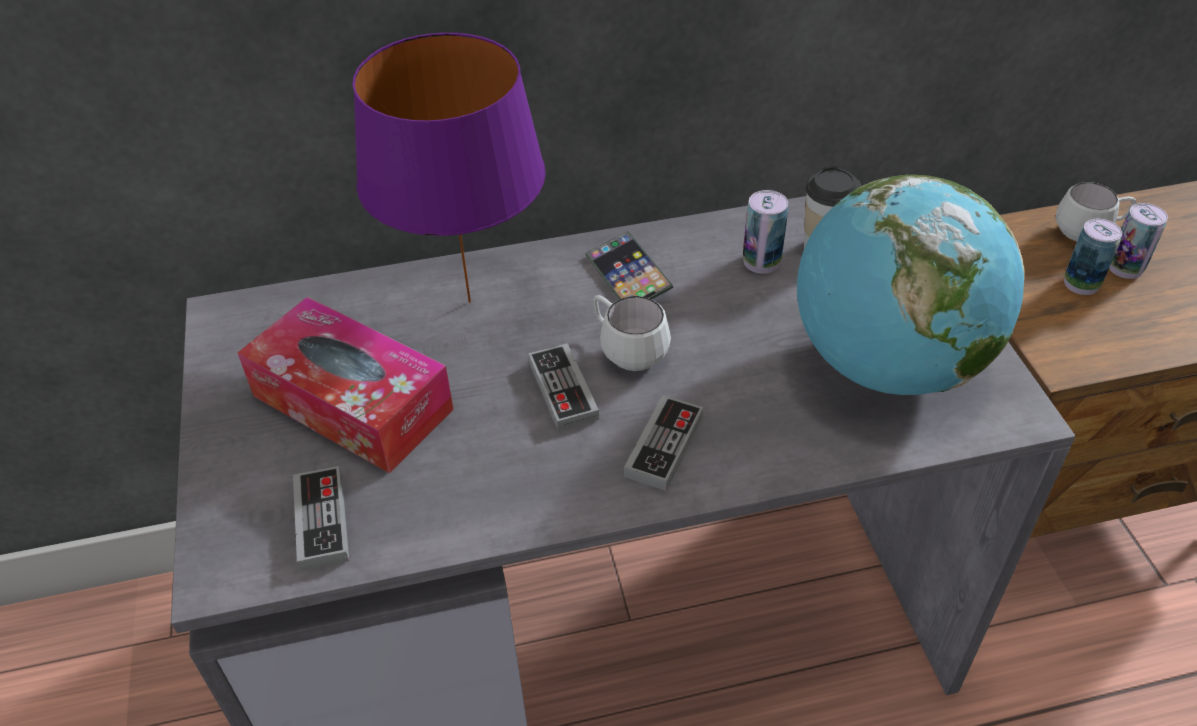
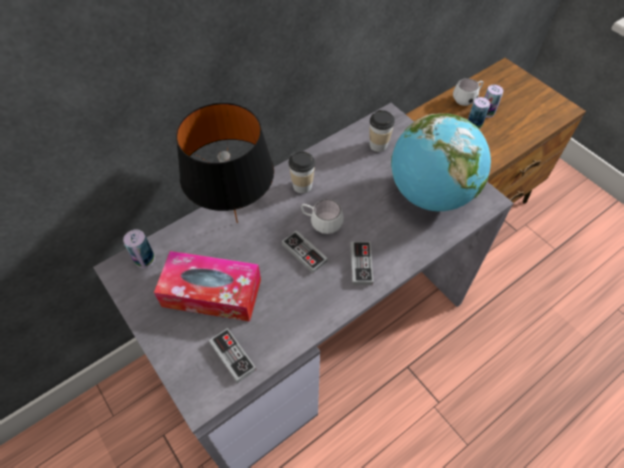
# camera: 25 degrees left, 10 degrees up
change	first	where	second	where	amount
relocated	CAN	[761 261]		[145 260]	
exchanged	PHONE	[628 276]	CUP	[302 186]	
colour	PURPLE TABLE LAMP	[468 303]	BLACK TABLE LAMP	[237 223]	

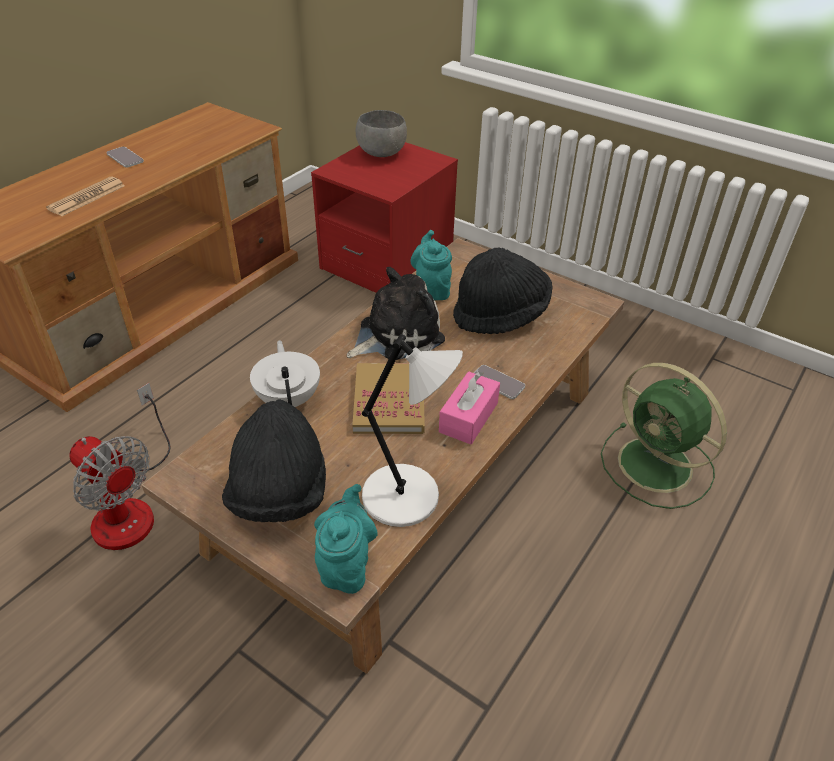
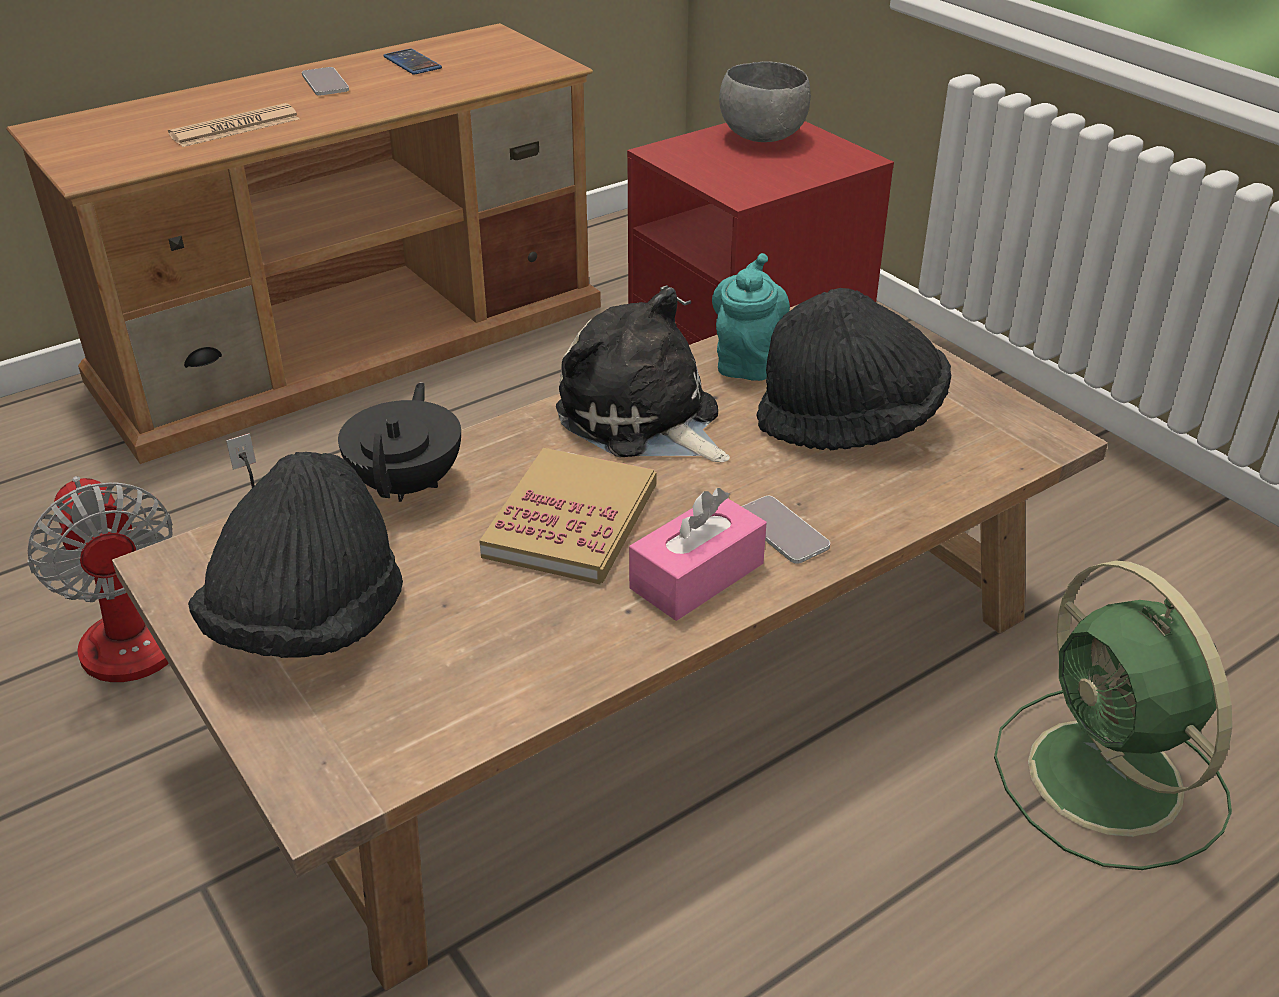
# camera: 20 degrees right, 5 degrees down
change	first	where	second	where	amount
missing	TURQUOISE TEAPOT	[346 565]			
missing	WHITE TABLE LAMP	[405 497]			
appeared			PHONE	[412 63]	
colour	WHITE TEAPOT	[289 399]	BLACK TEAPOT	[408 483]	
spun	PLUSH TOY	[396 334]		[643 420]	120 degrees counterclockwise

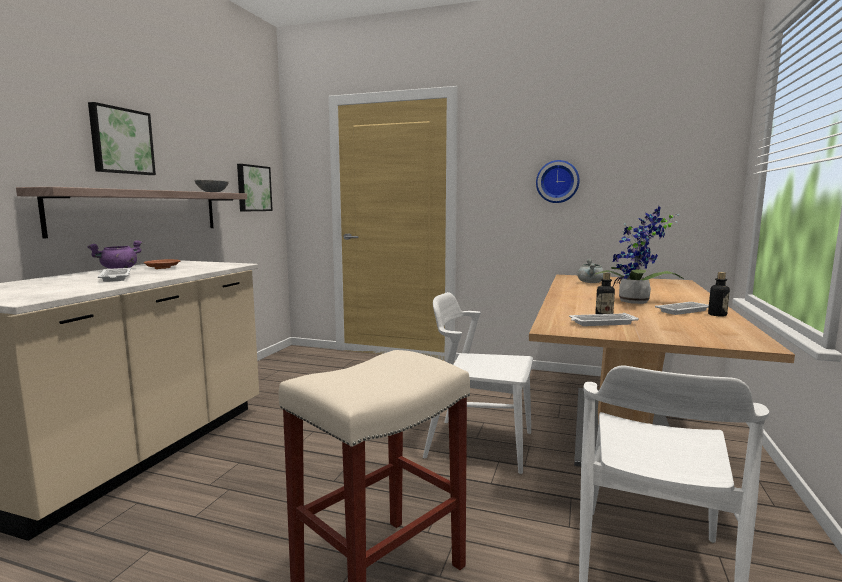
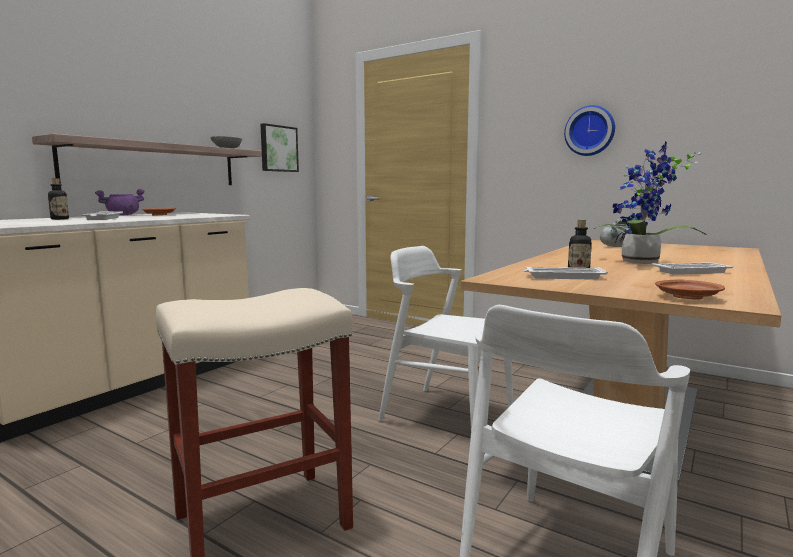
# camera: 15 degrees right, 0 degrees up
change	first	where	second	where	amount
missing	PICTURE	[121 141]			
appeared			BROWN PLATE	[688 297]	
relocated	BOTTLE	[717 315]		[60 219]	

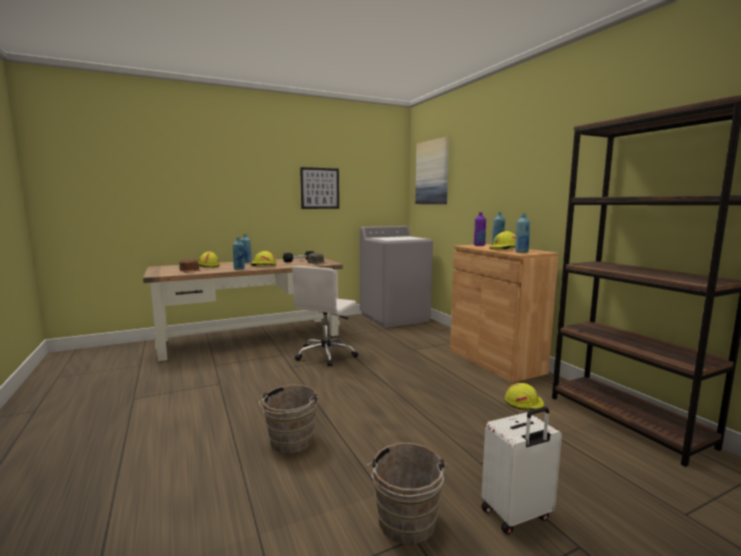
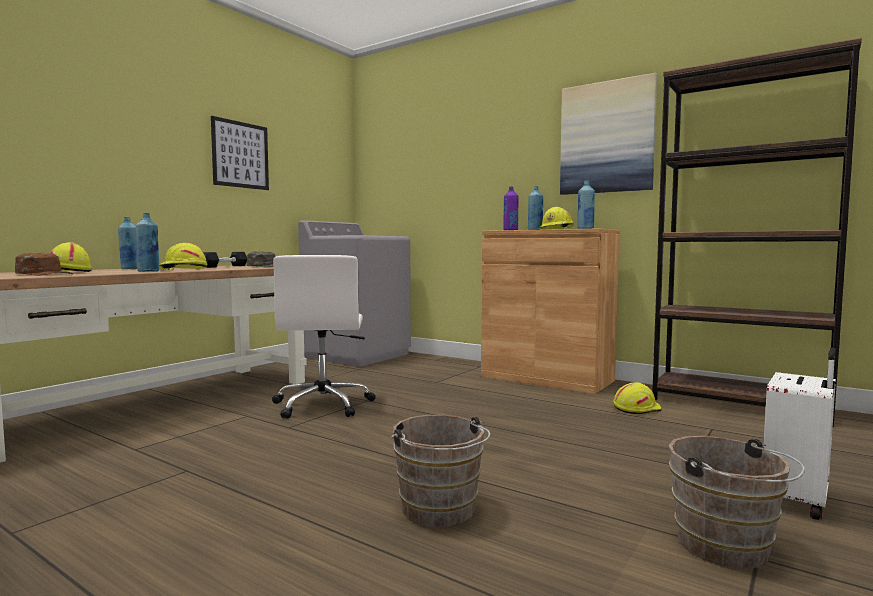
# camera: 30 degrees left, 5 degrees down
change	first	where	second	where	amount
relocated	PICTURE	[432 172]		[606 138]	

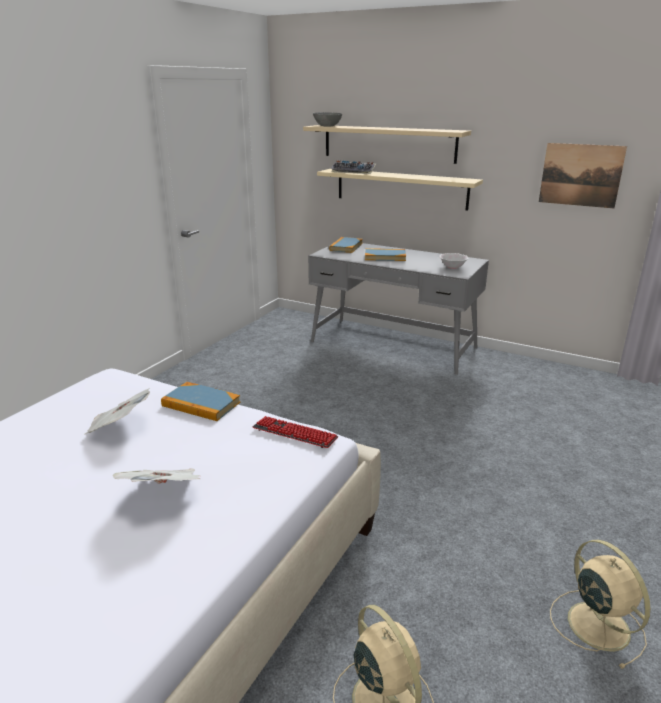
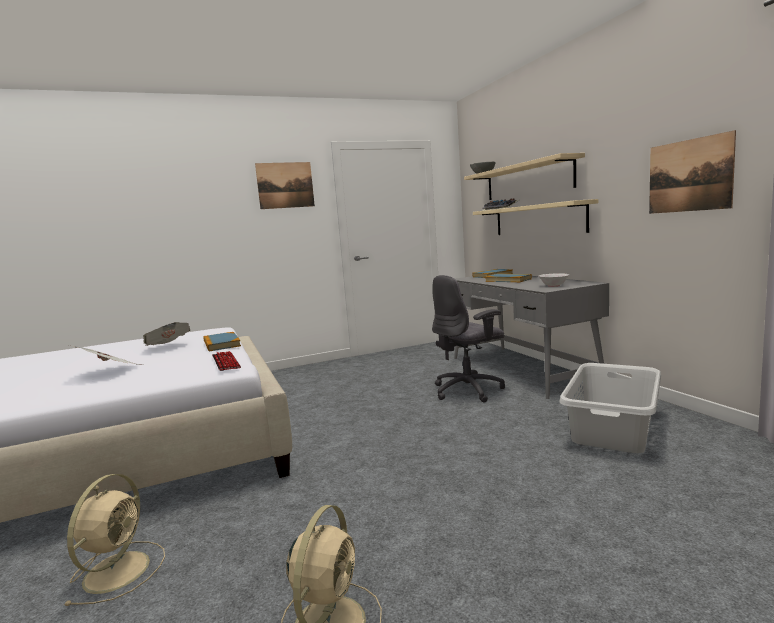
# camera: 40 degrees right, 15 degrees down
change	first	where	second	where	amount
appeared			PICTURE	[285 185]	
appeared			GREY OFFICE CHAIR	[469 390]	
appeared			GREY LAUNDRY BASKET	[613 428]	

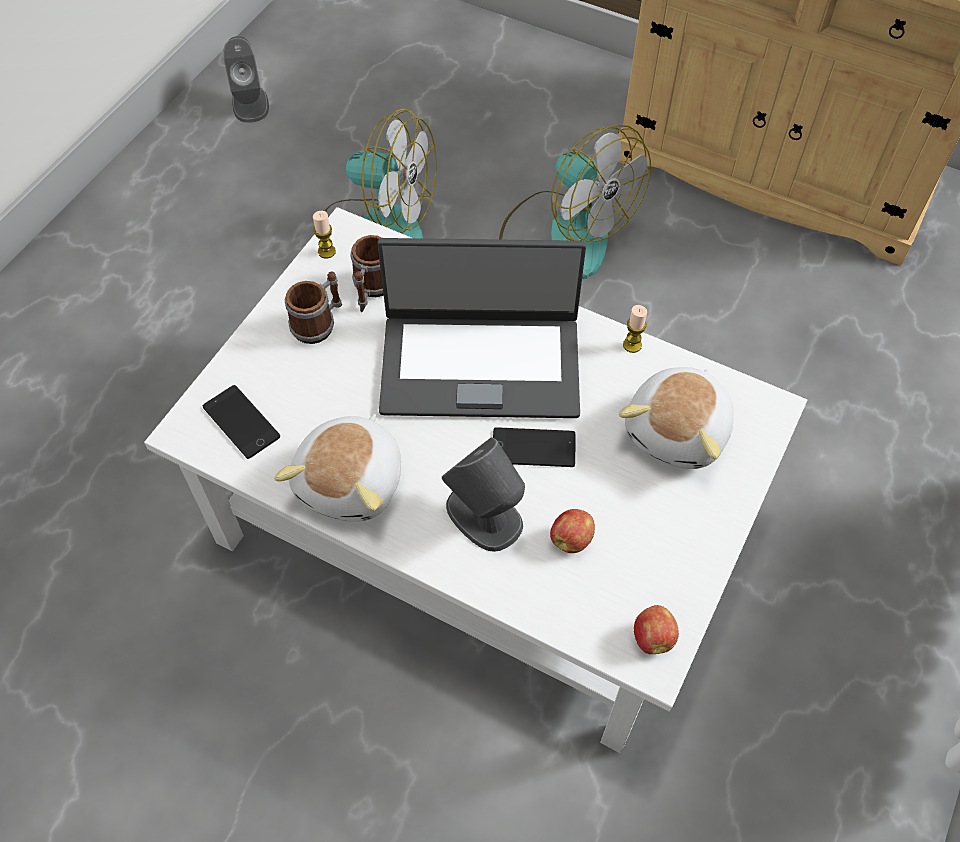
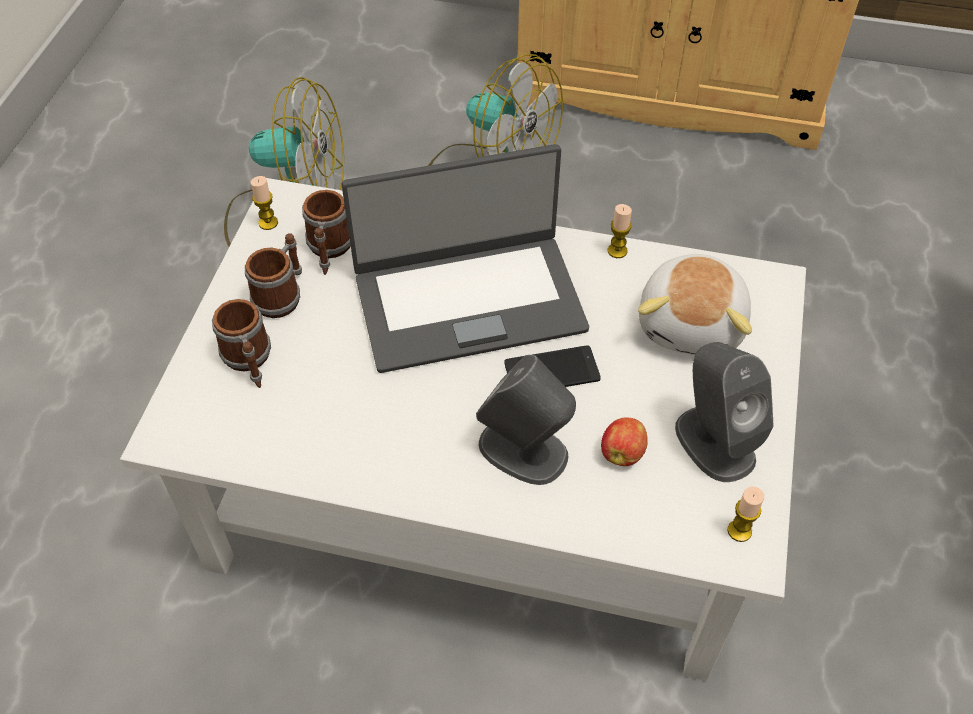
# camera: 15 degrees left, 5 degrees down
change	first	where	second	where	amount
missing	PHONE	[241 422]			
missing	PLUSH TOY	[353 482]			
appeared			MUG	[249 361]	
relocated	GREY SPEAKER	[250 104]		[714 442]	
exchanged	APPLE	[652 637]	CANDLE	[739 531]	

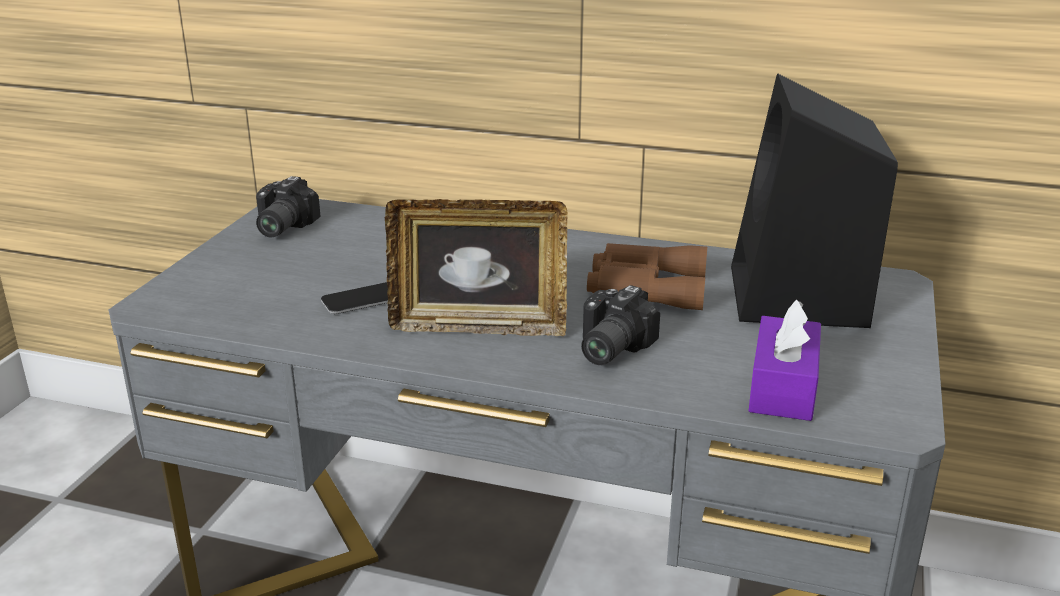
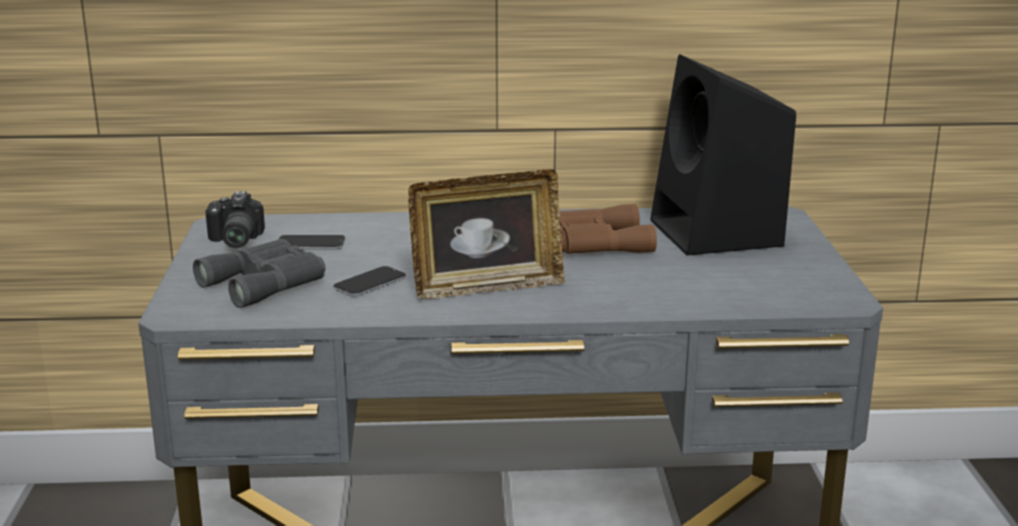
# camera: 20 degrees left, 5 degrees down
change	first	where	second	where	amount
missing	PHOTO CAMERA	[607 348]			
missing	PURPLE TISSUE BOX	[783 387]			
appeared			GREY BINOCULARS	[268 282]	
appeared			PHONE	[310 244]	

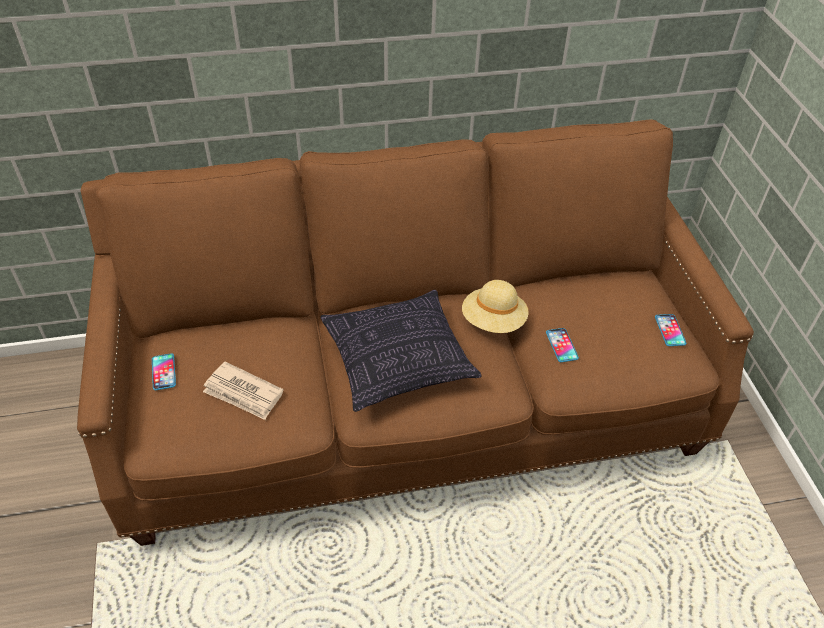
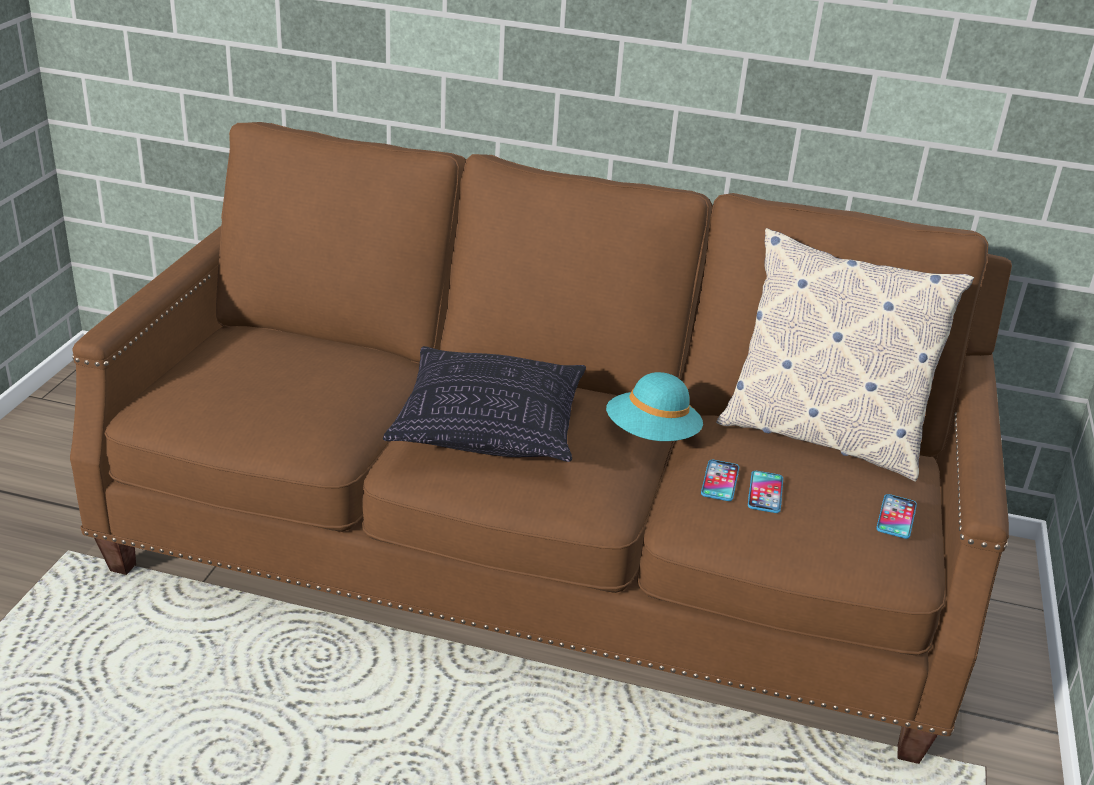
# camera: 25 degrees right, 15 degrees down
change	first	where	second	where	amount
missing	NEWSPAPER	[243 393]			
appeared			PILLOW	[821 435]	
relocated	PHONE	[163 372]		[765 493]	
colour	BEIGE HAT	[493 321]	TURQUOISE HAT	[652 436]	

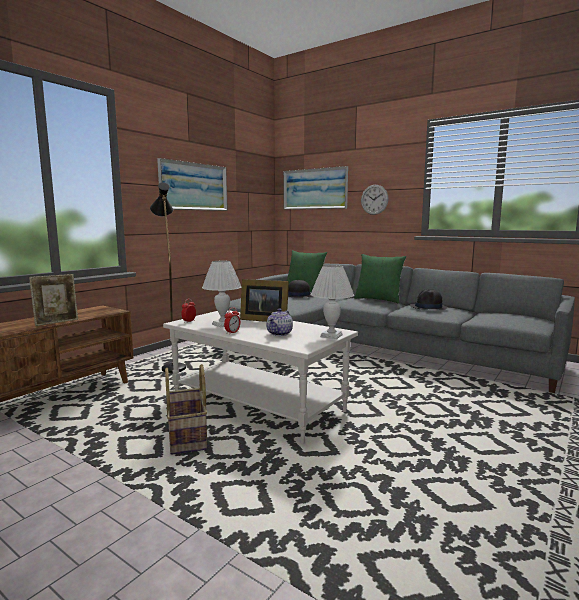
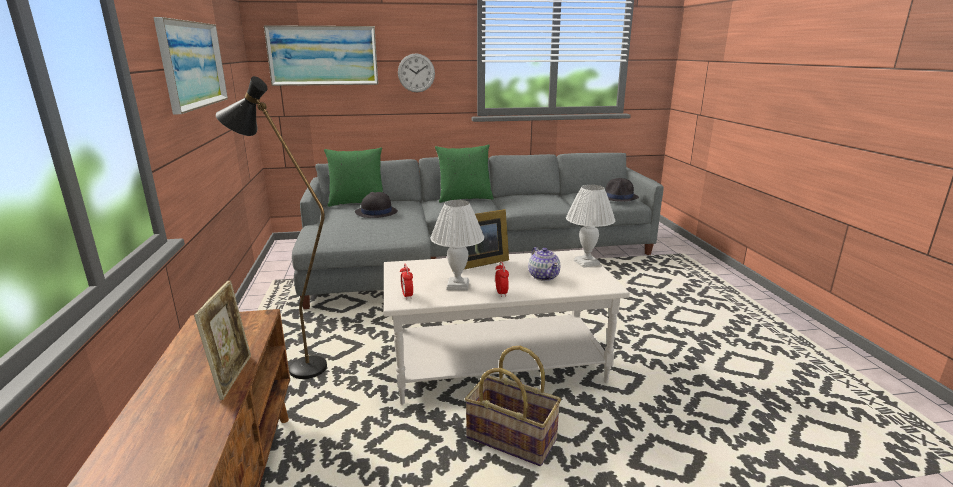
# camera: 45 degrees left, 10 degrees up
change	first	where	second	where	amount
relocated	BLACK HAT	[428 307]		[619 197]	

